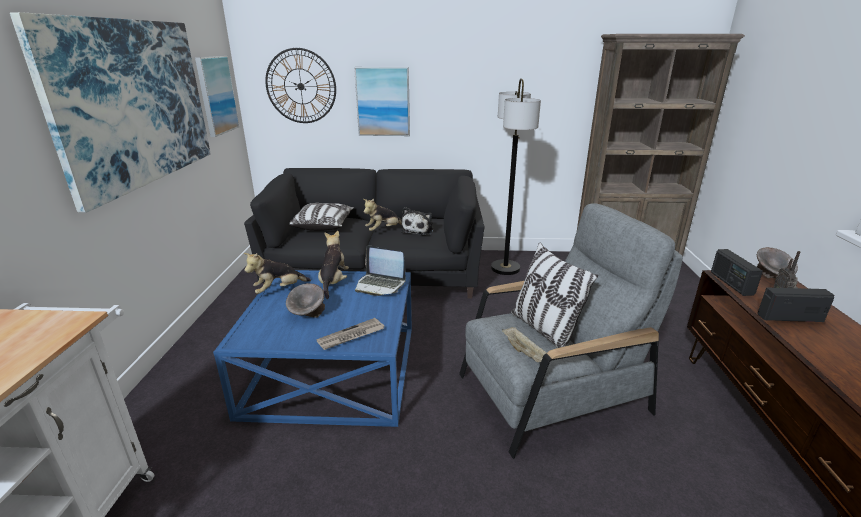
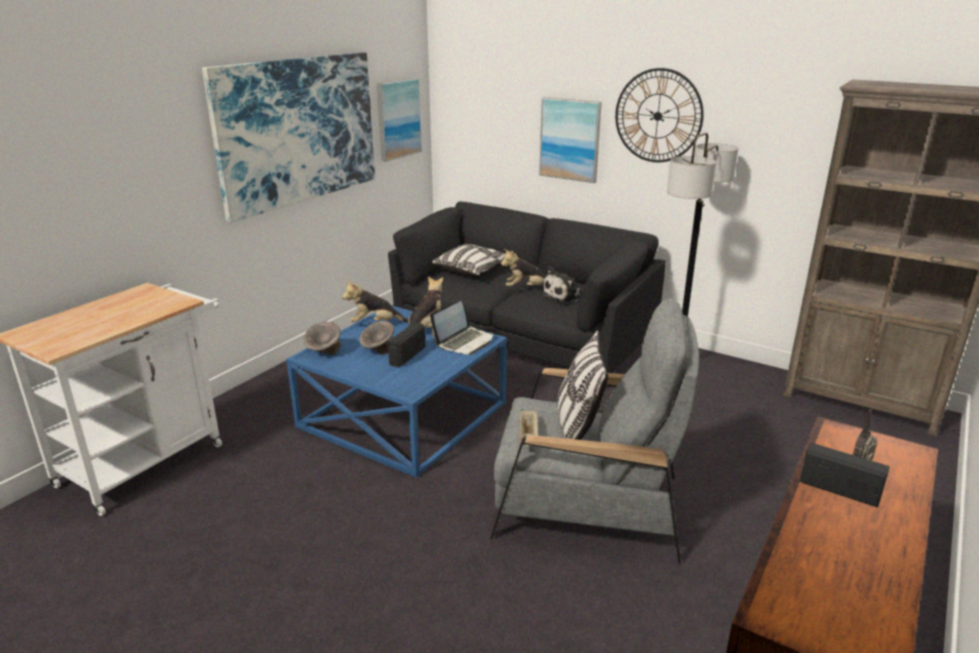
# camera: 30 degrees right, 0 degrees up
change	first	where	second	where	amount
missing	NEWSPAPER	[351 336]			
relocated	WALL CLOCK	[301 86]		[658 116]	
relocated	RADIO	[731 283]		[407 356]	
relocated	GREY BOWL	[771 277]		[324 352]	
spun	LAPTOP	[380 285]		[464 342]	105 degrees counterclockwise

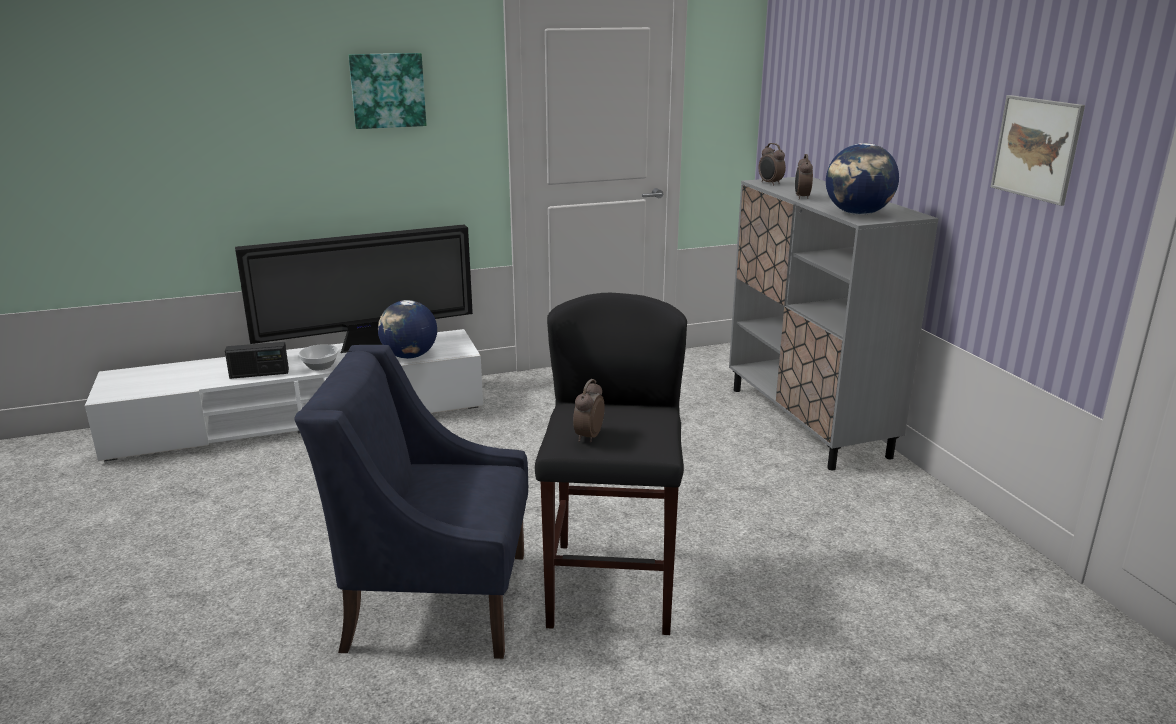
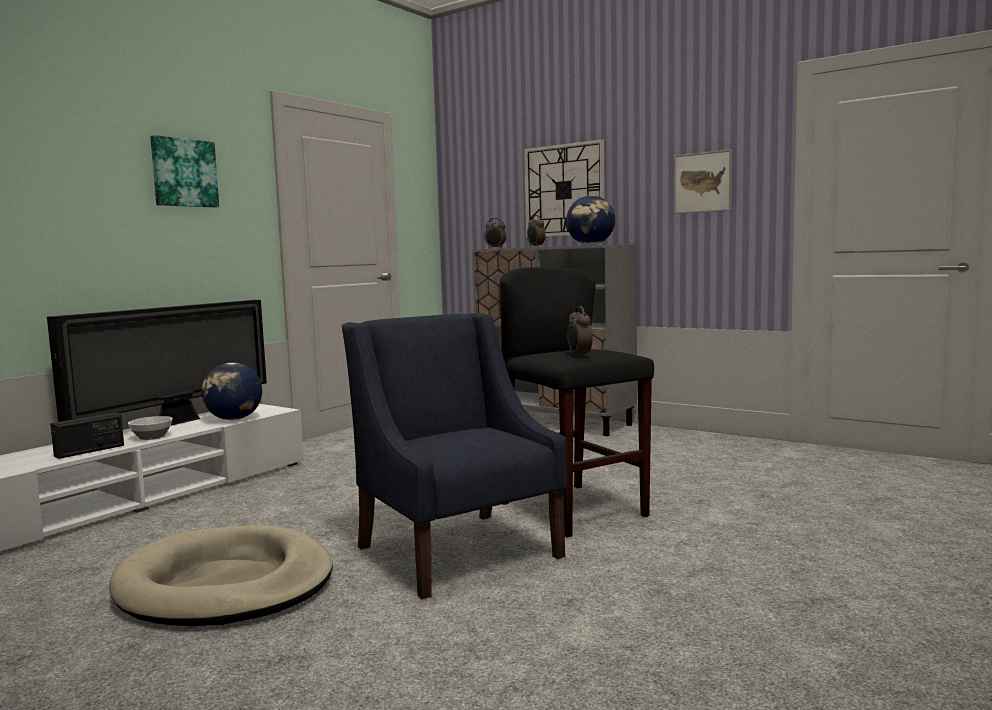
# camera: 35 degrees left, 15 degrees down
change	first	where	second	where	amount
appeared			BEIGE DOG BED	[225 585]	
appeared			WALL CLOCK	[564 190]	
spun	BLUE ARMCHAIR	[436 598]		[458 550]	90 degrees clockwise

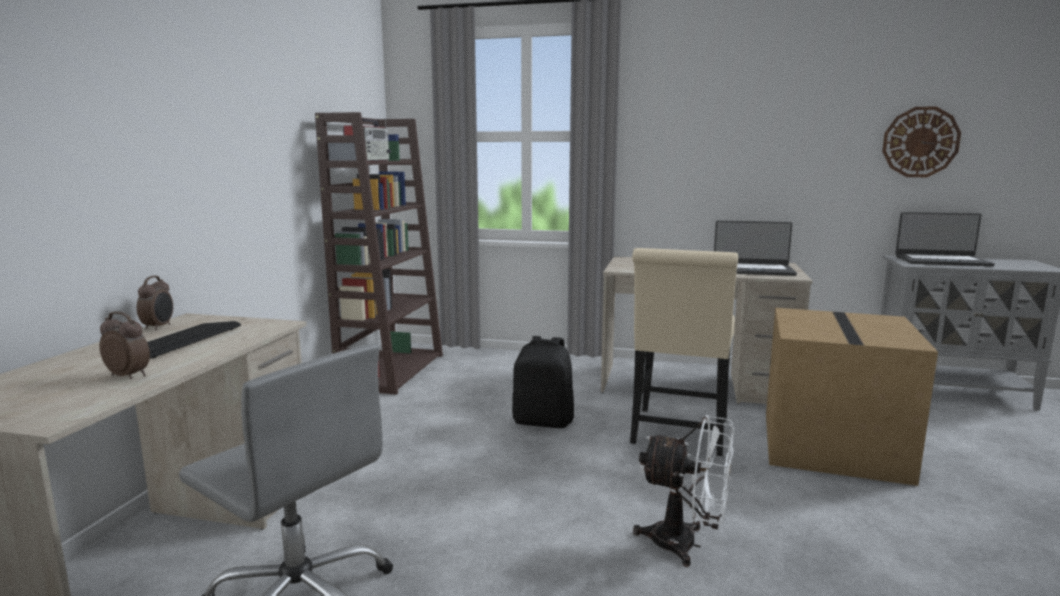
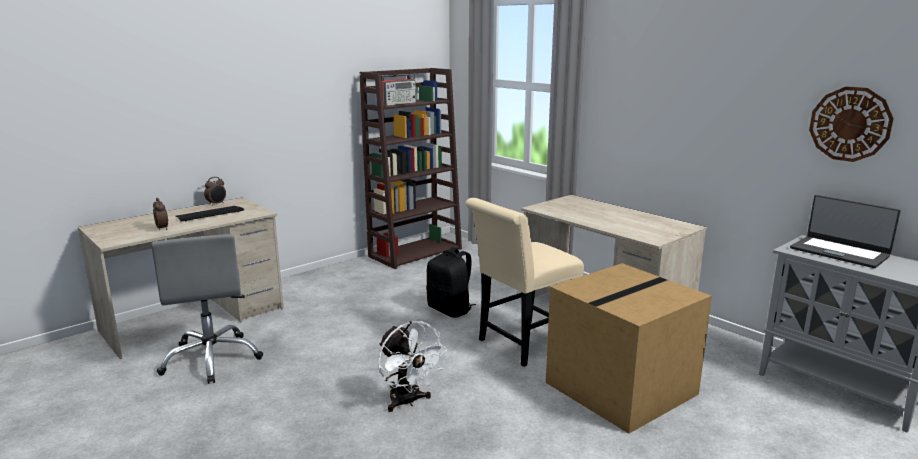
# camera: 35 degrees right, 5 degrees up
change	first	where	second	where	amount
missing	LAPTOP	[752 270]			

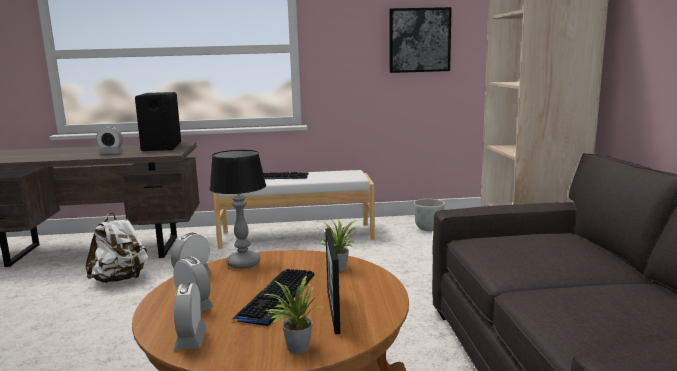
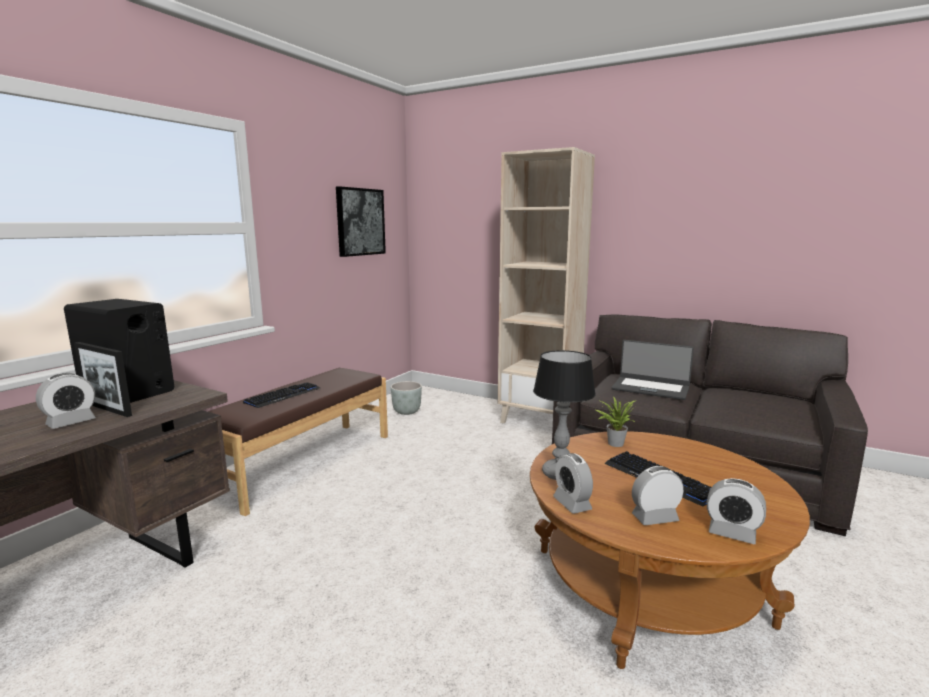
# camera: 55 degrees left, 0 degrees up
change	first	where	second	where	amount
missing	WHITE BACKPACK	[120 279]			
missing	POTTED PLANT	[295 347]			
appeared			LAPTOP	[650 388]	
relocated	PICTURE FRAME	[333 311]		[107 409]	
colour	WHITE BENCH	[296 235]	BROWN BENCH	[303 463]	

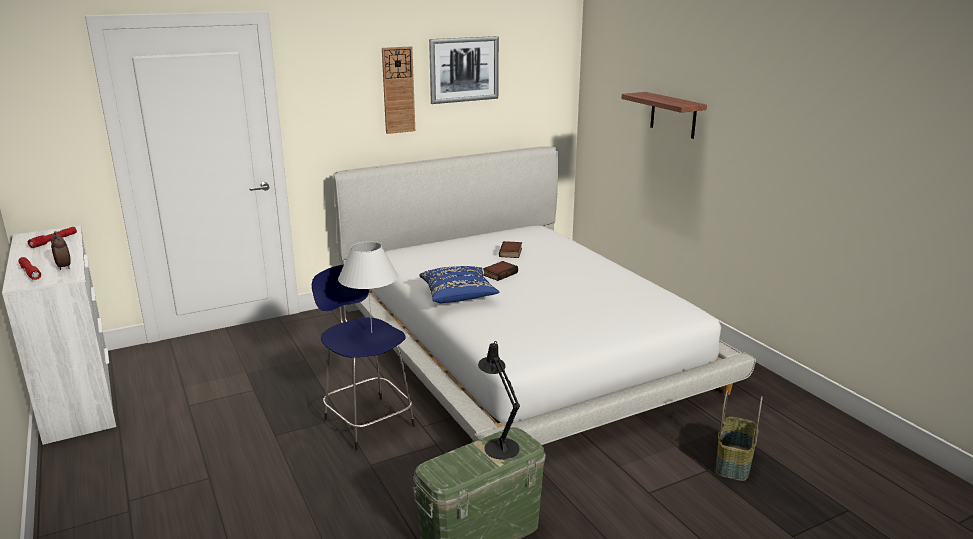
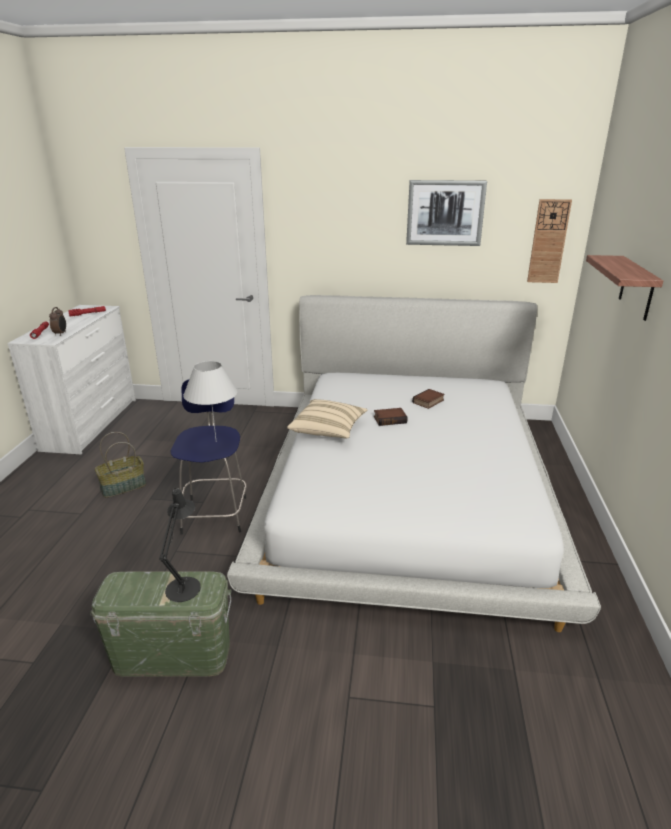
# camera: 35 degrees right, 5 degrees up
change	first	where	second	where	amount
relocated	WALL CLOCK	[398 90]		[548 242]	
relocated	BASKET	[734 463]		[123 487]	
colour	BLUE PILLOW	[458 296]	BEIGE PILLOW	[328 430]	

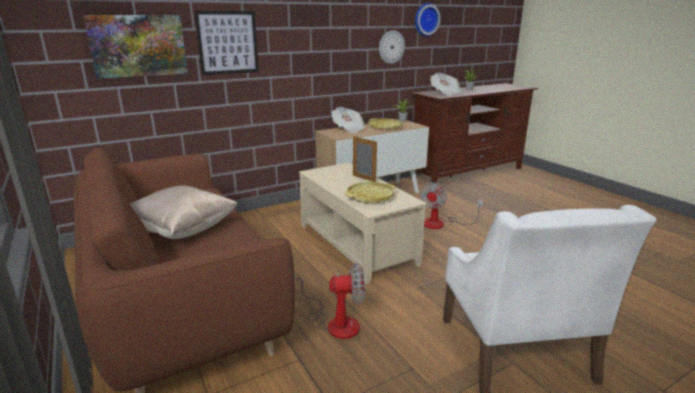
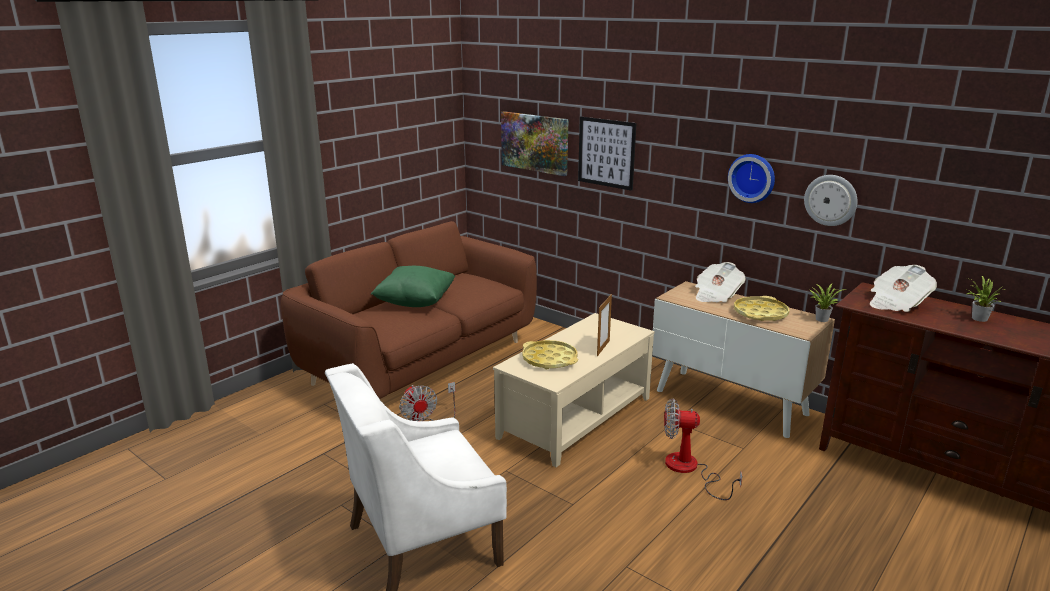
# camera: 70 degrees right, 0 degrees up
change	first	where	second	where	amount
relocated	WALL CLOCK	[425 19]		[752 177]	
colour	BEIGE PILLOW	[182 231]	GREEN PILLOW	[415 302]	

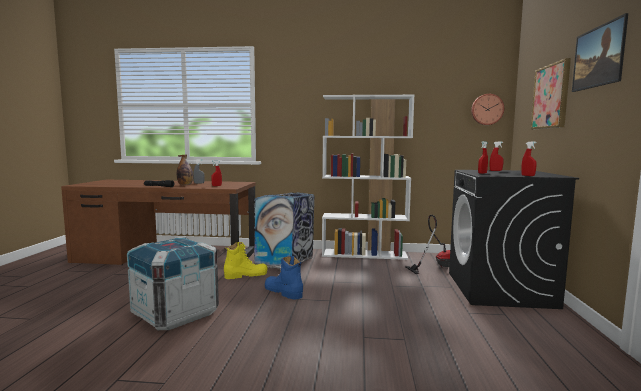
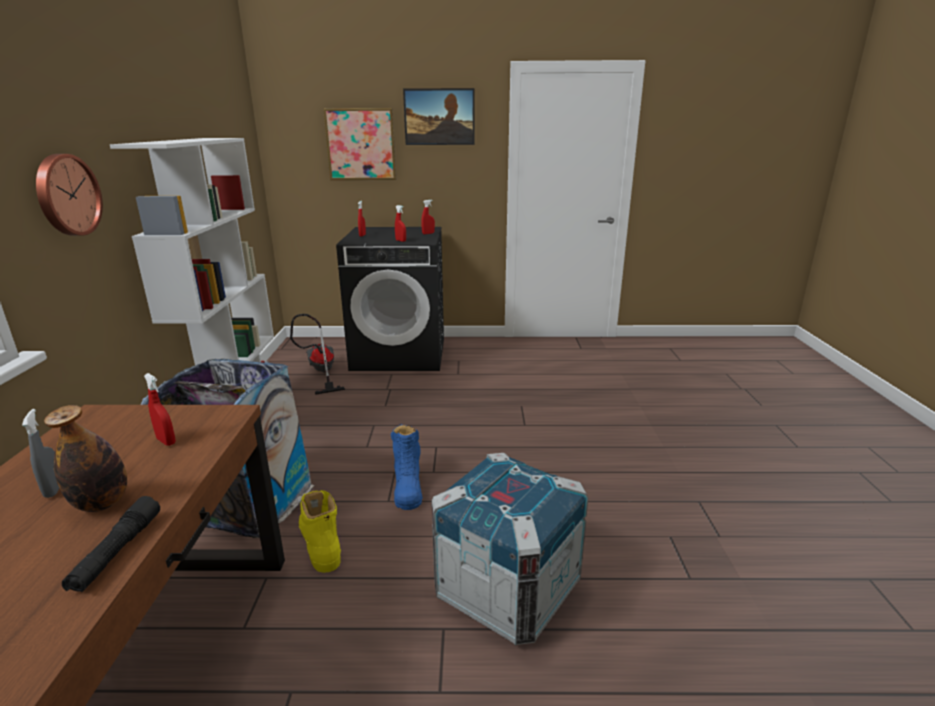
# camera: 95 degrees left, 15 degrees up
change	first	where	second	where	amount
relocated	WALL CLOCK	[487 109]		[66 195]	
spun	BLUE BOOT	[283 292]		[407 487]	45 degrees counterclockwise

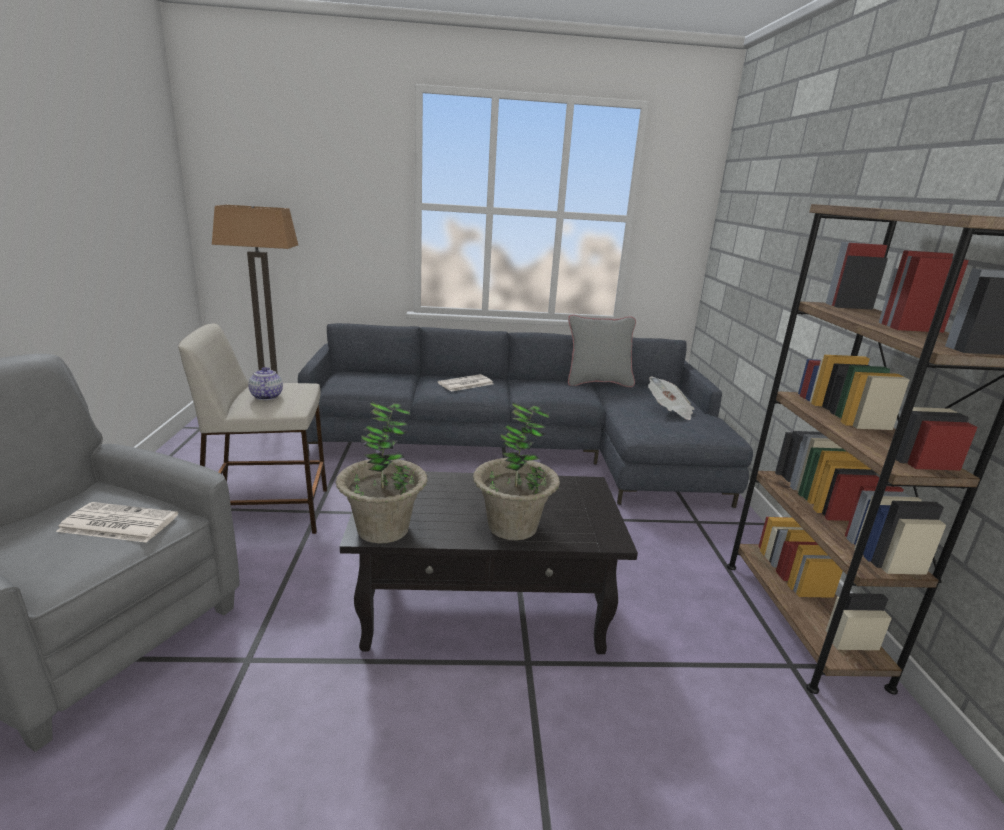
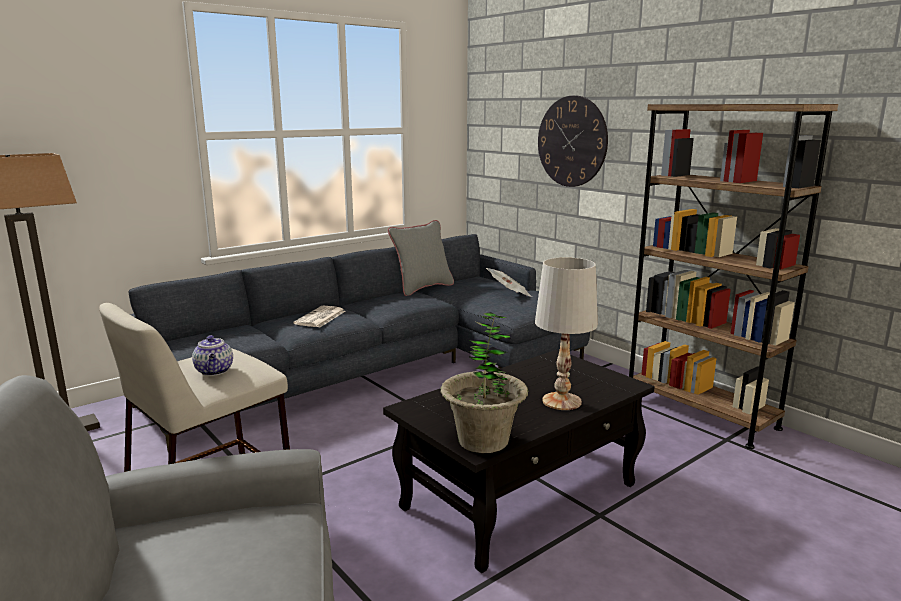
# camera: 35 degrees left, 5 degrees down
change	first	where	second	where	amount
missing	NEWSPAPER	[117 523]			
appeared			WALL CLOCK	[572 141]	
exchanged	POTTED PLANT	[512 526]	WHITE TABLE LAMP	[562 401]	
spun	TEAPOT	[266 396]		[215 371]	150 degrees counterclockwise

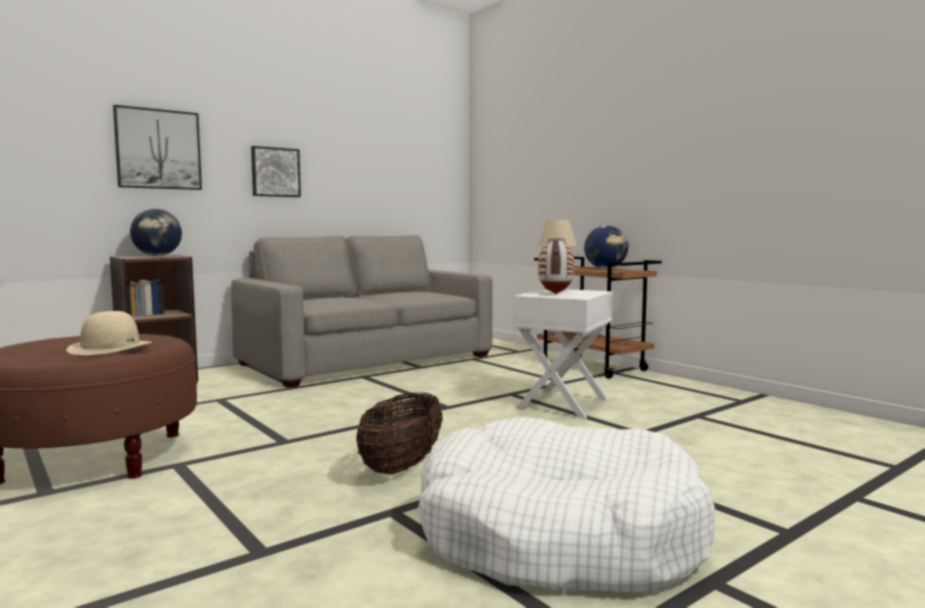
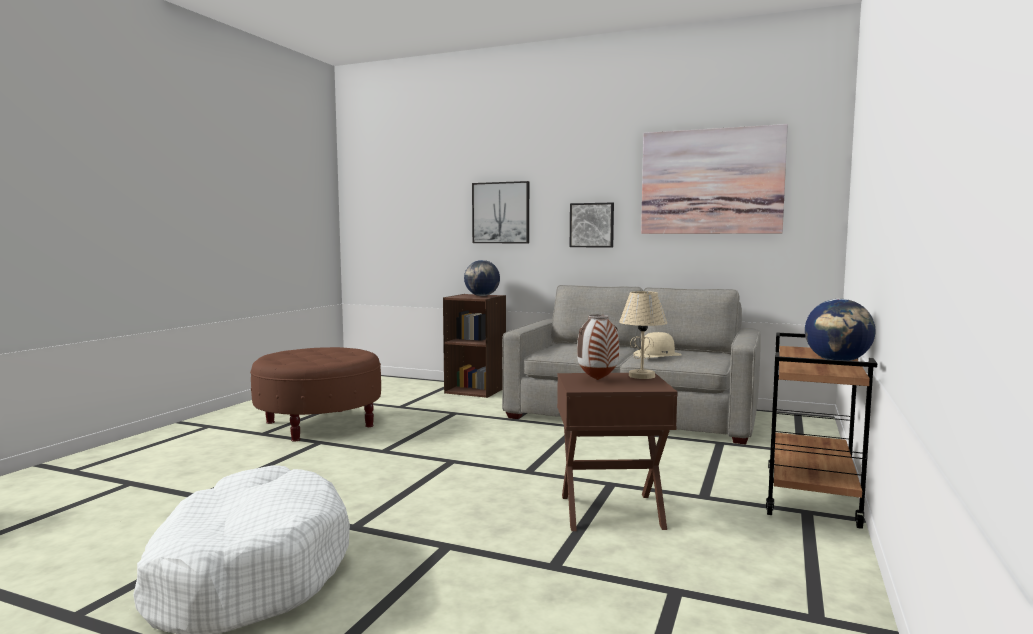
# camera: 60 degrees right, 0 degrees up
change	first	where	second	where	amount
missing	BASKET	[402 466]			
appeared			PICTURE	[711 181]	
relocated	BEIGE HAT	[110 347]		[657 354]	
colour	WHITE SIDE TABLE	[564 404]	BROWN SIDE TABLE	[611 512]	

